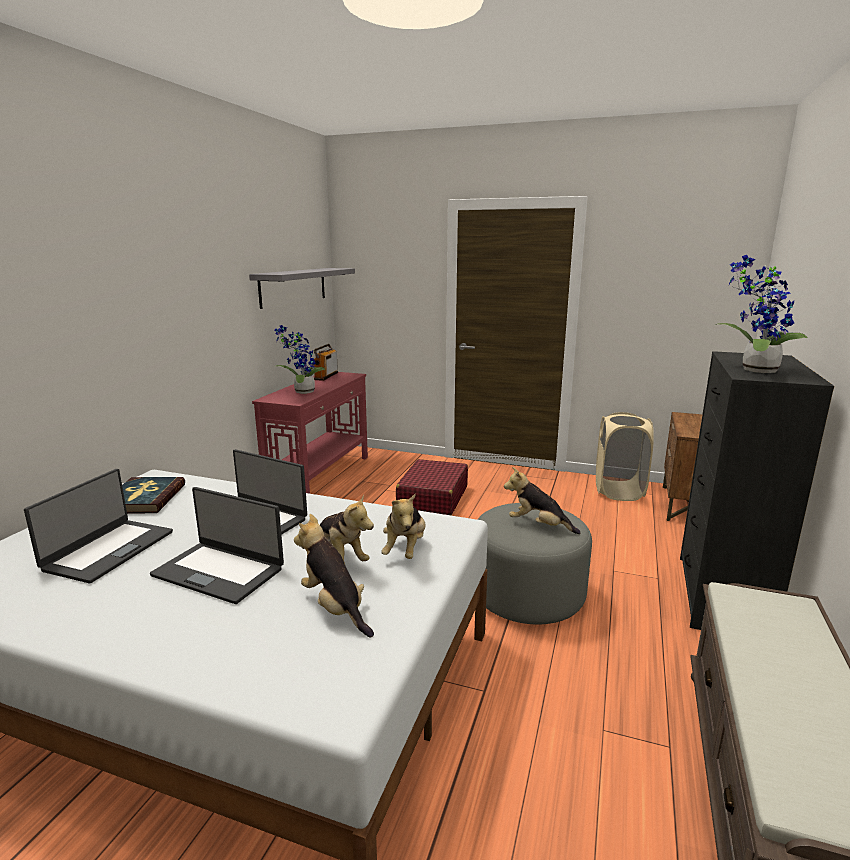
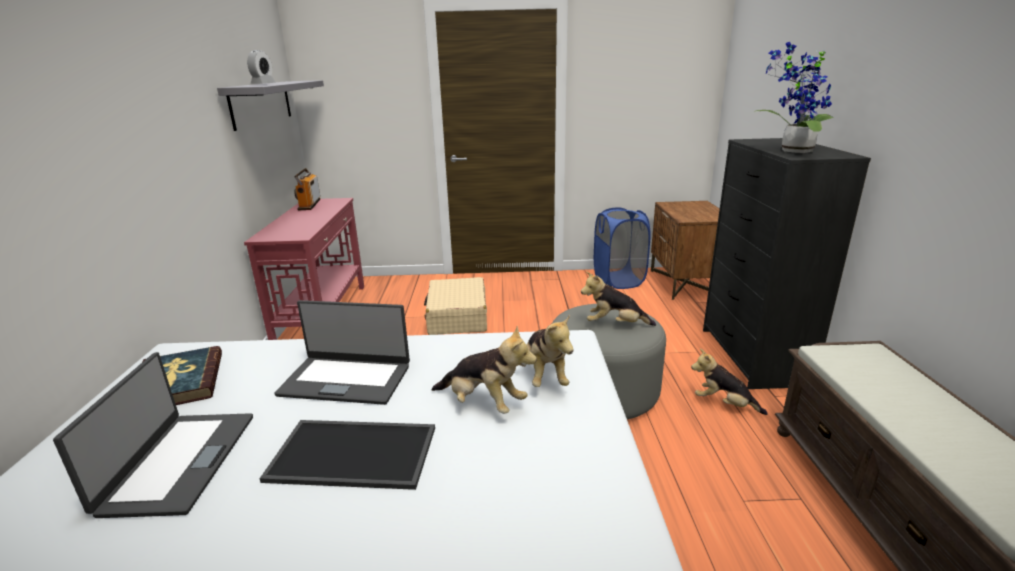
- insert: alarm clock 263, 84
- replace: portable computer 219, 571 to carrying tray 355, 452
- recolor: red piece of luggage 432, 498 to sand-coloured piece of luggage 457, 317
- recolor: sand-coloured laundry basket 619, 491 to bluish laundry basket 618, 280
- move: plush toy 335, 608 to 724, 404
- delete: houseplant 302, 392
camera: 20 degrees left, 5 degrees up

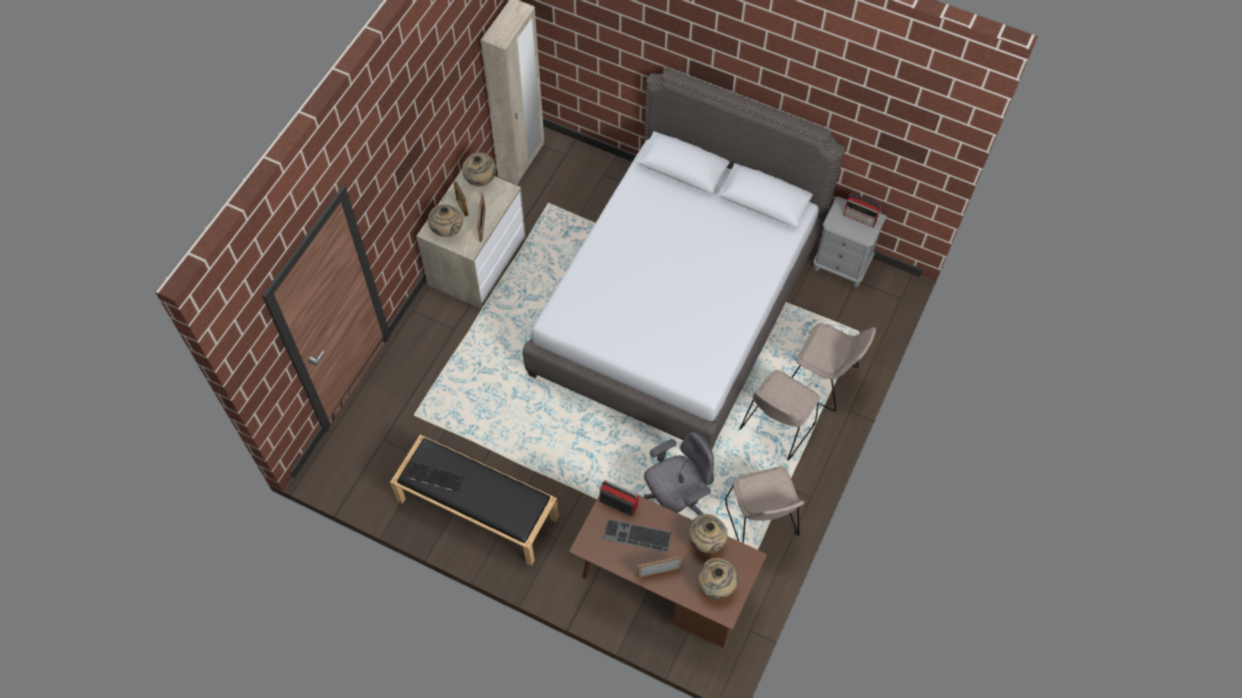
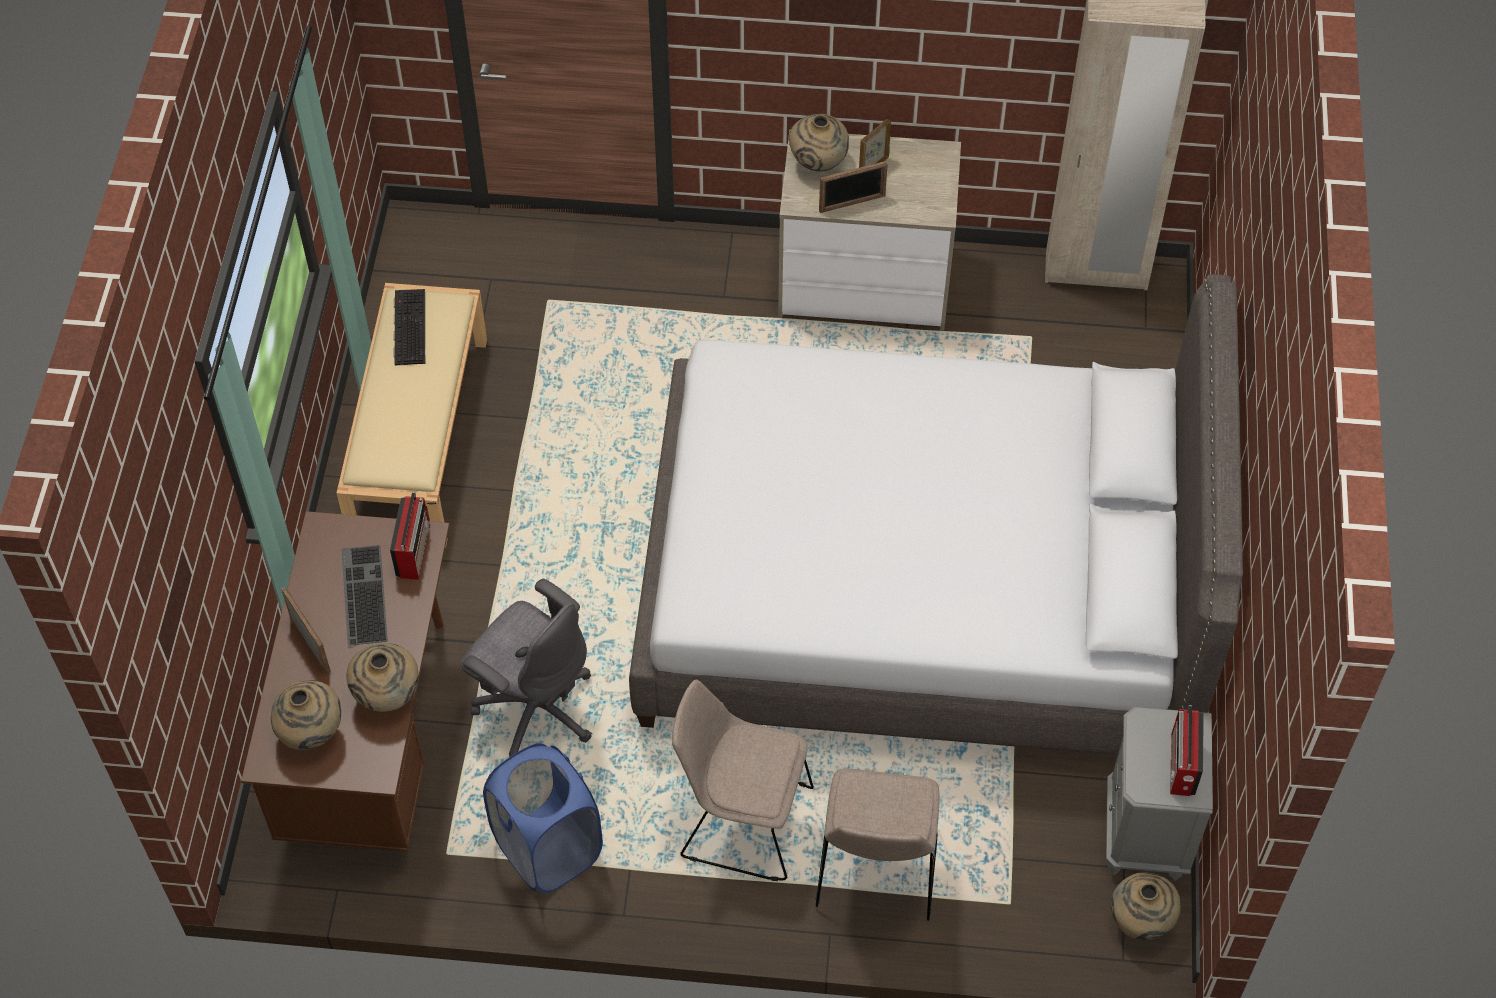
- recolor: black-coloured long seat 476, 509 to sand-coloured long seat 418, 435
- replace: sand-coloured plain chair 761, 521 to bluish laundry basket 547, 849
- move: sand-coloured flower vase 481, 180 to 1140, 922
camera: 70 degrees right, 5 degrees down

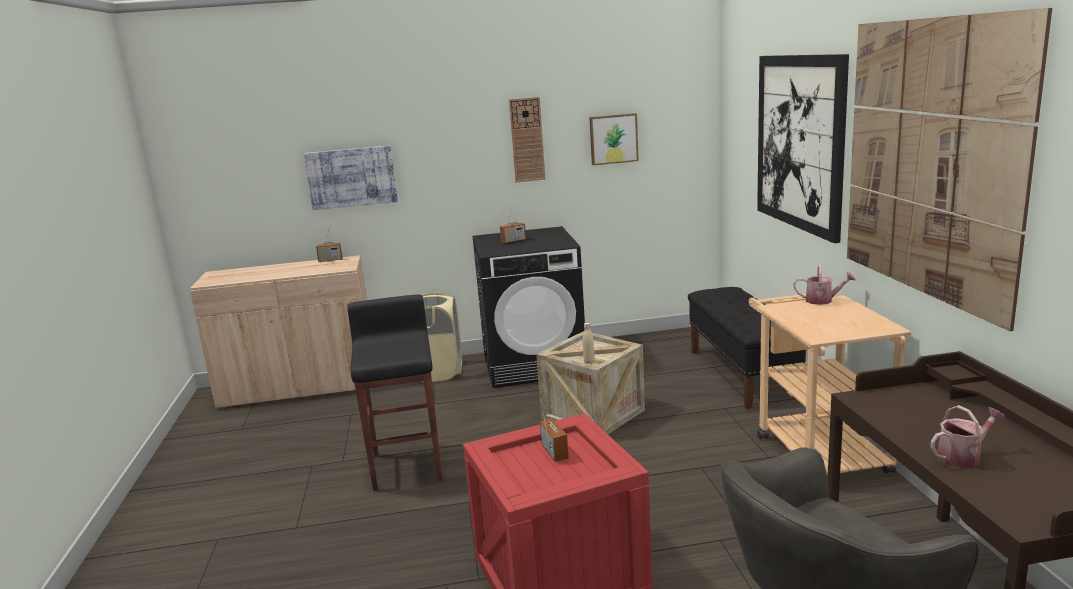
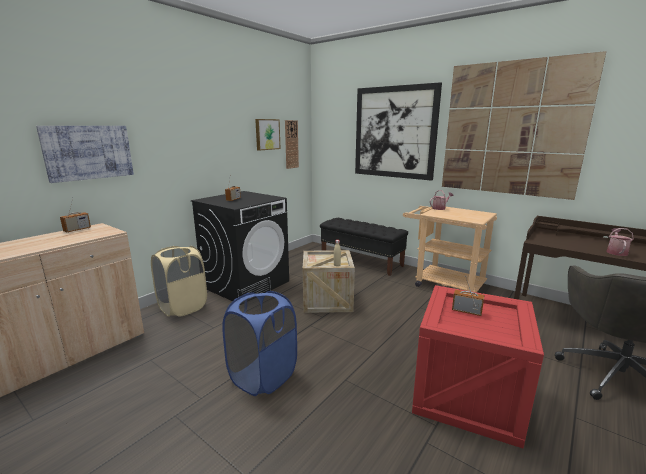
- replace: black-coloured sitting stool 408, 465 to bluish laundry basket 263, 376
- move: hanging clock 527, 140 to 291, 144
camera: 45 degrees left, 0 degrees up

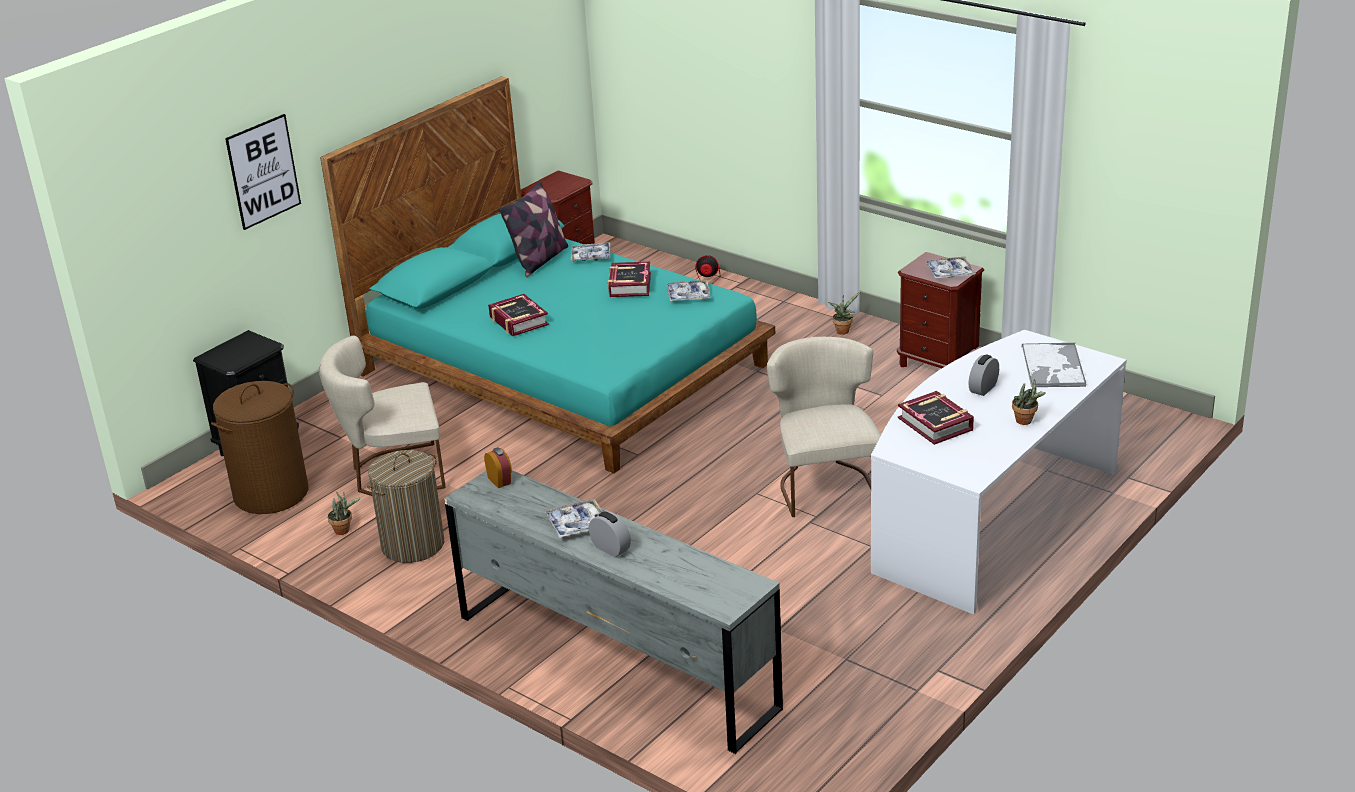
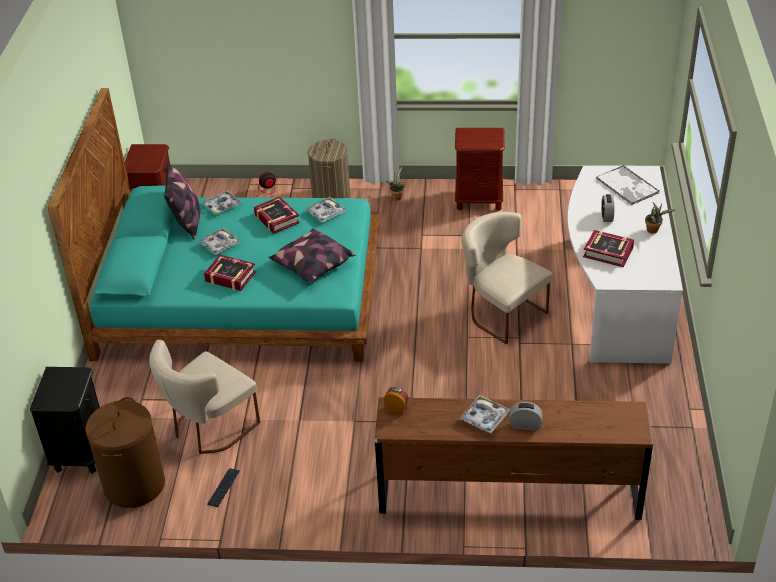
- move: carrying tray 949, 273 to 219, 244
- replace: houseplant 344, 530 to keyboard 223, 488
- insert: pillow 312, 265
- move: laundry basket 413, 545 to 331, 197
- recolor: greyish chest of drawers 615, 661 to brownish chest of drawers 509, 494
- delete: wall art 263, 171
camera: 35 degrees left, 10 degrees up

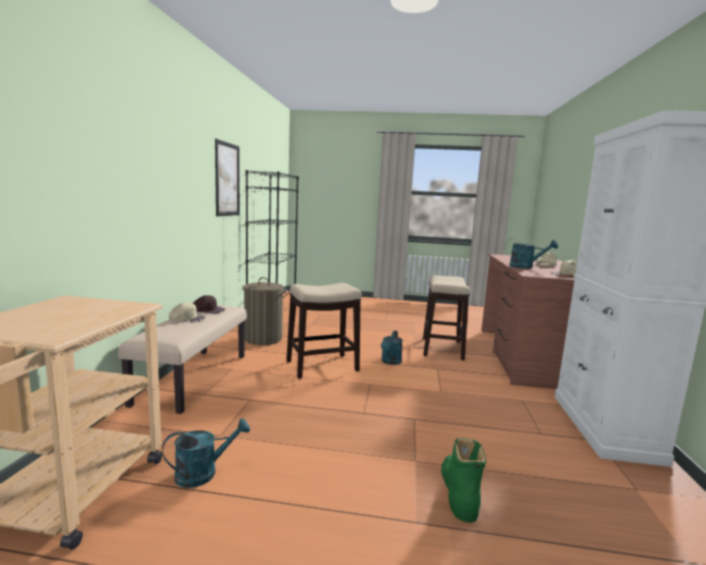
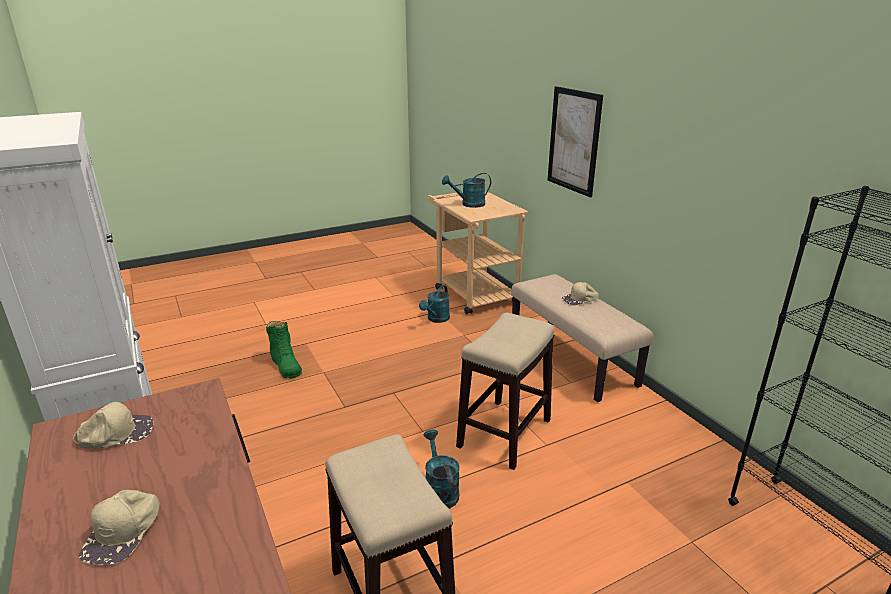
- move: turquoise watering can 525, 267 to 469, 204
- move: wall art 227, 179 to 574, 141
- delete: brownish cap 208, 310
- delete: laundry basket 263, 339
camera: 145 degrees right, 15 degrees up

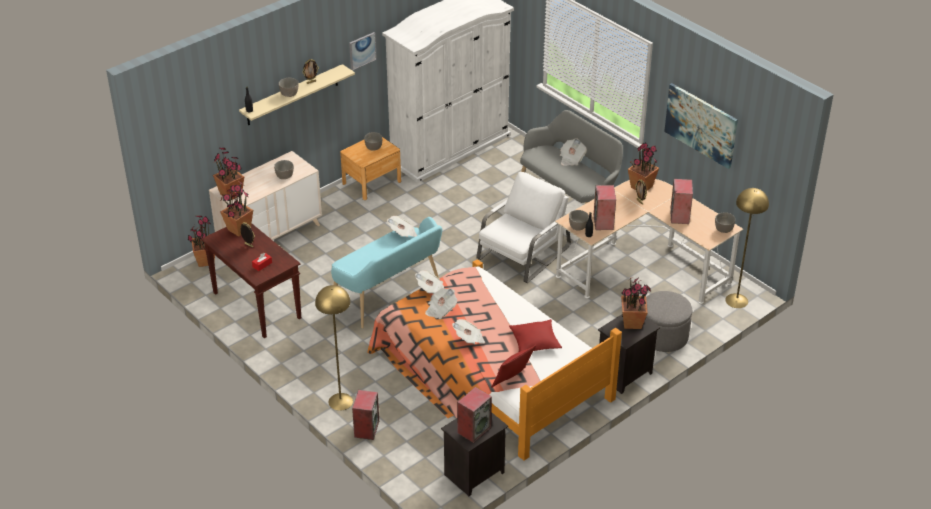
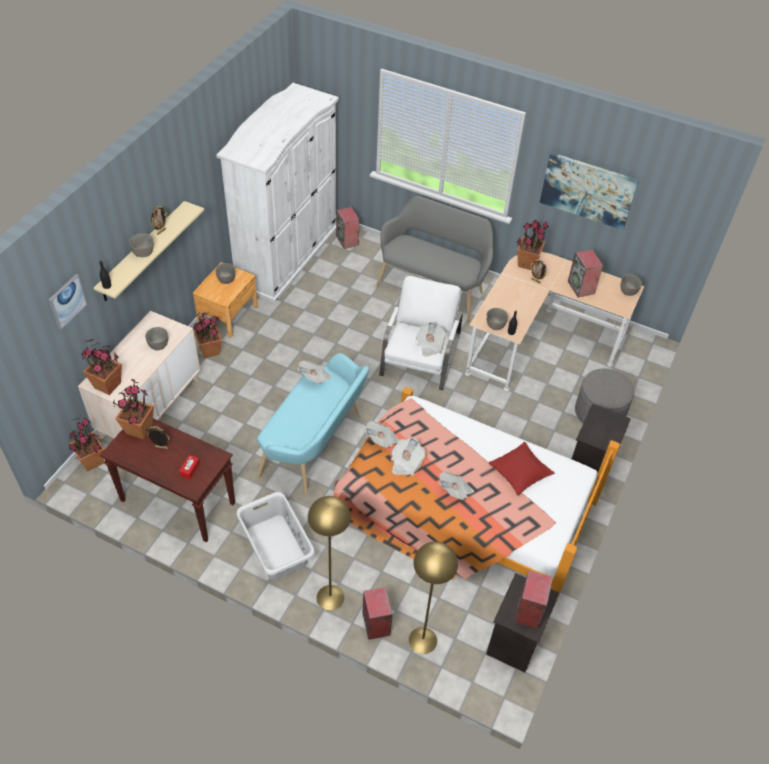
- move: wall art 362, 50 to 67, 301
- move: houseplant 632, 323 to 210, 350
- insert: greyish laundry basket 276, 547
- move: loudspeaker 603, 222 to 348, 240
- move: yellow standard lamp 736, 300 to 422, 640
- move: newspaper 571, 159 to 430, 345
- delete: red pillow 512, 380
camera: 25 degrees left, 10 degrees up

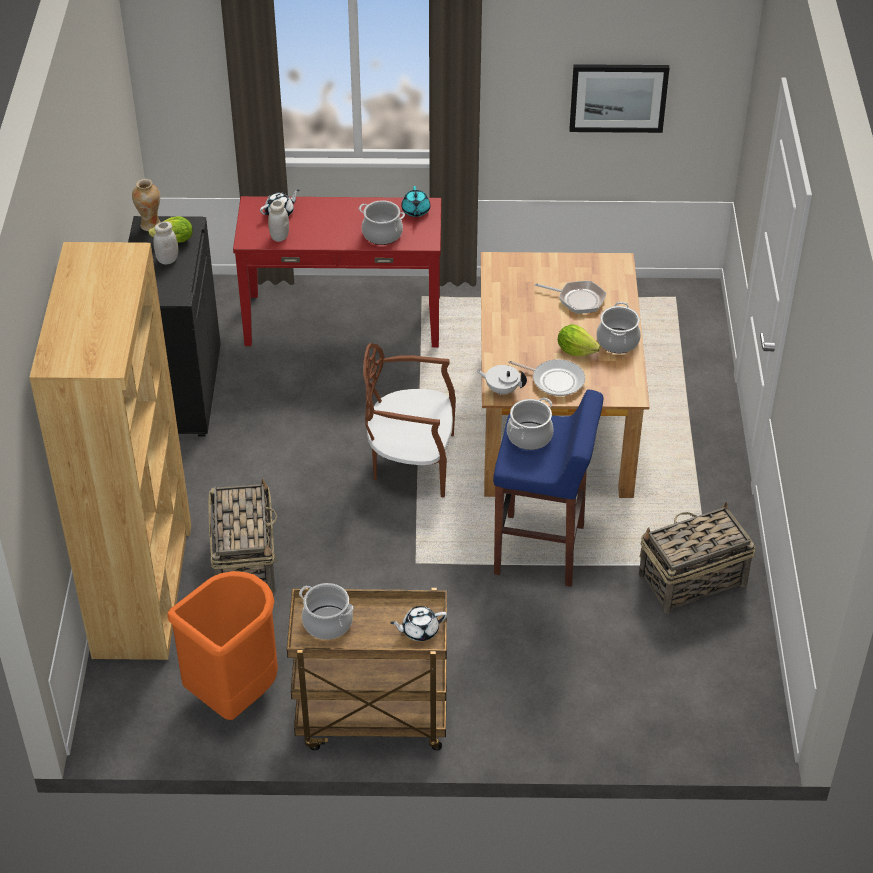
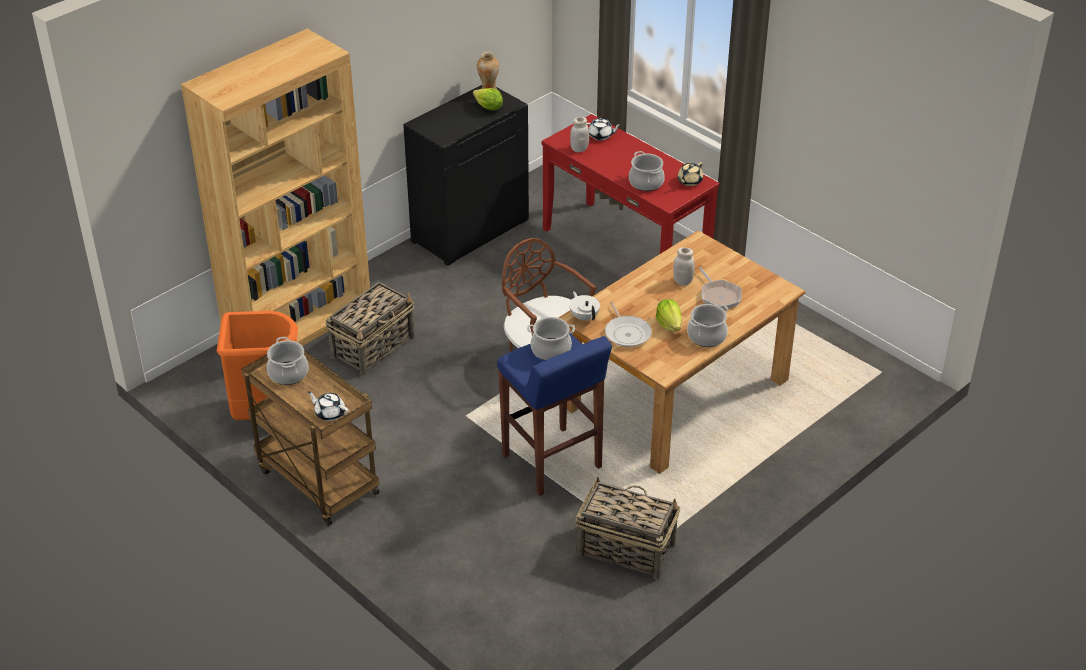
- move: white-coloured preserve jar 167, 260 to 683, 281
- recolor: turquoise pot for tea 415, 211 to sand-coloured pot for tea 689, 181
- delete: wall art 618, 97
camera: 45 degrees right, 5 degrees down

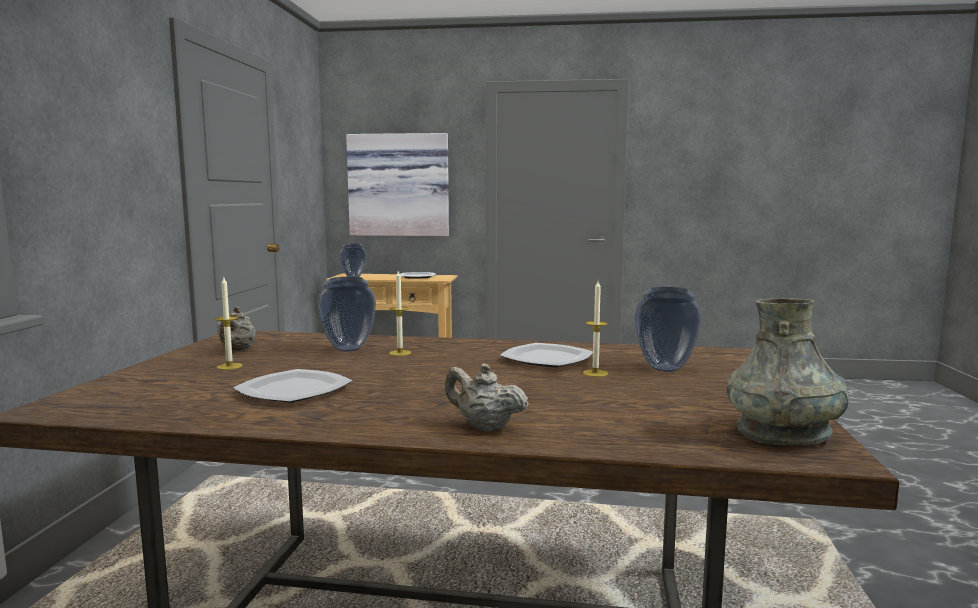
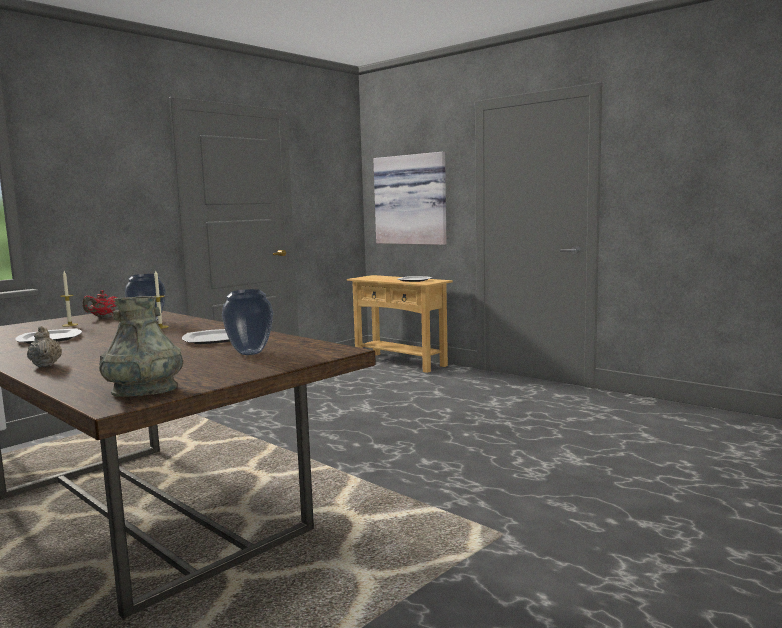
- recolor: sand-coloured pot for tea 238, 350 to red pot for tea 103, 317
- delete: flower vase 353, 276
- delete: wax light 595, 373
camera: 35 degrees right, 0 degrees up

